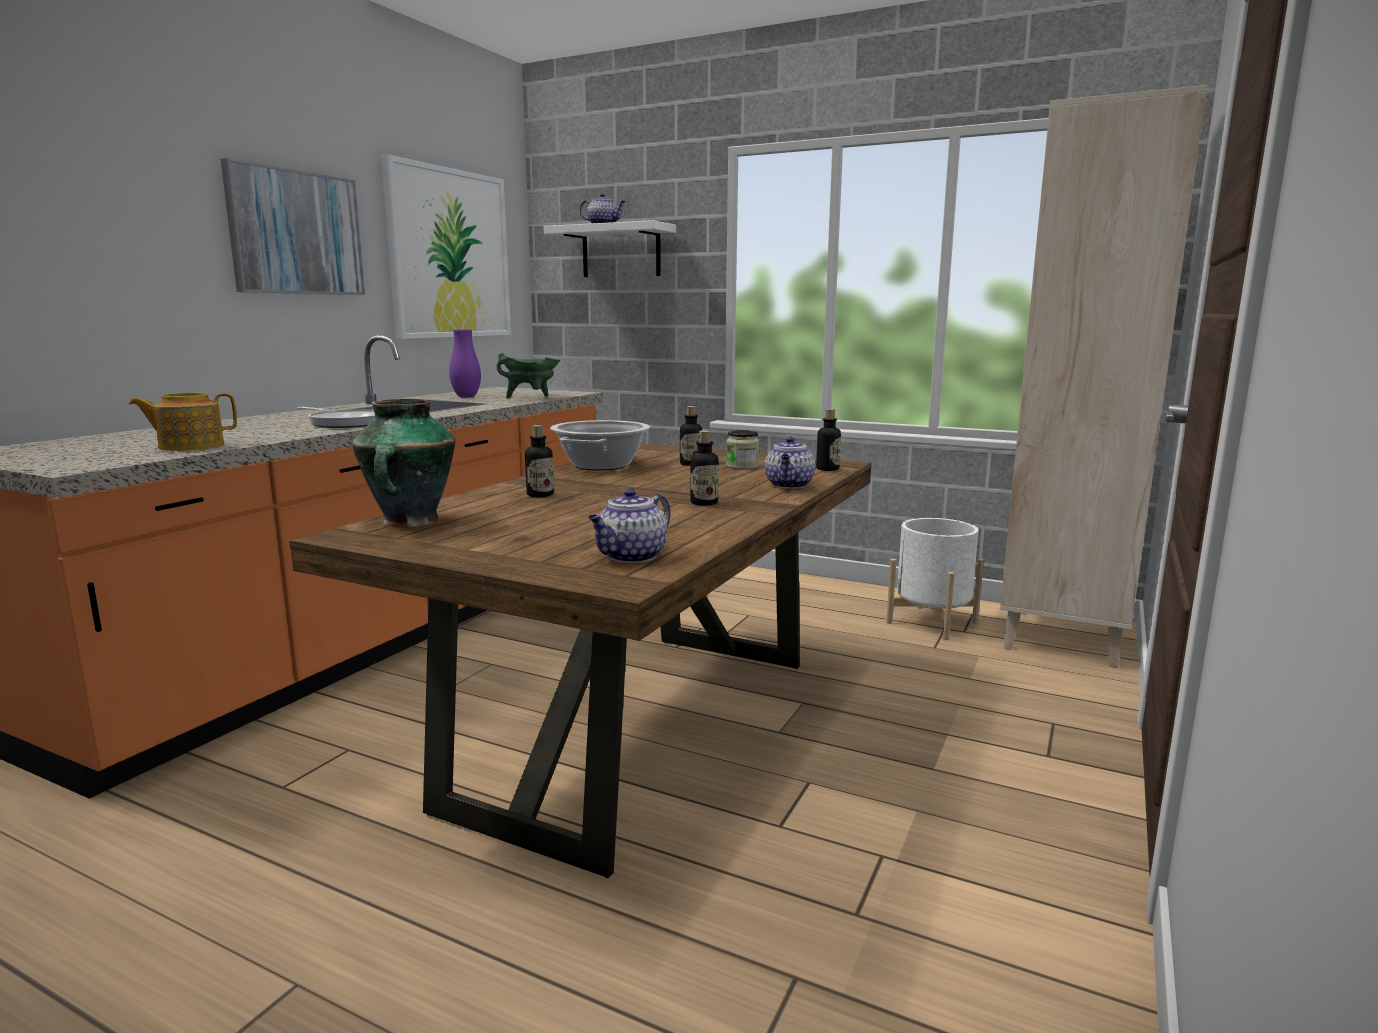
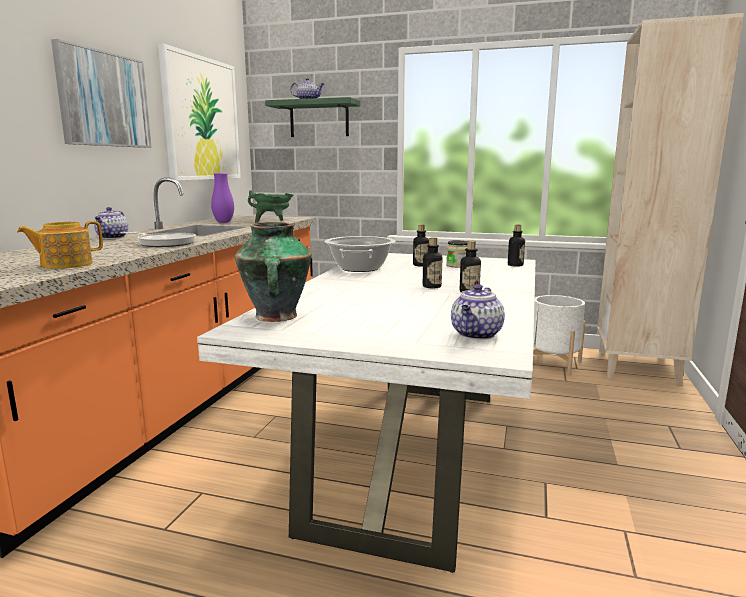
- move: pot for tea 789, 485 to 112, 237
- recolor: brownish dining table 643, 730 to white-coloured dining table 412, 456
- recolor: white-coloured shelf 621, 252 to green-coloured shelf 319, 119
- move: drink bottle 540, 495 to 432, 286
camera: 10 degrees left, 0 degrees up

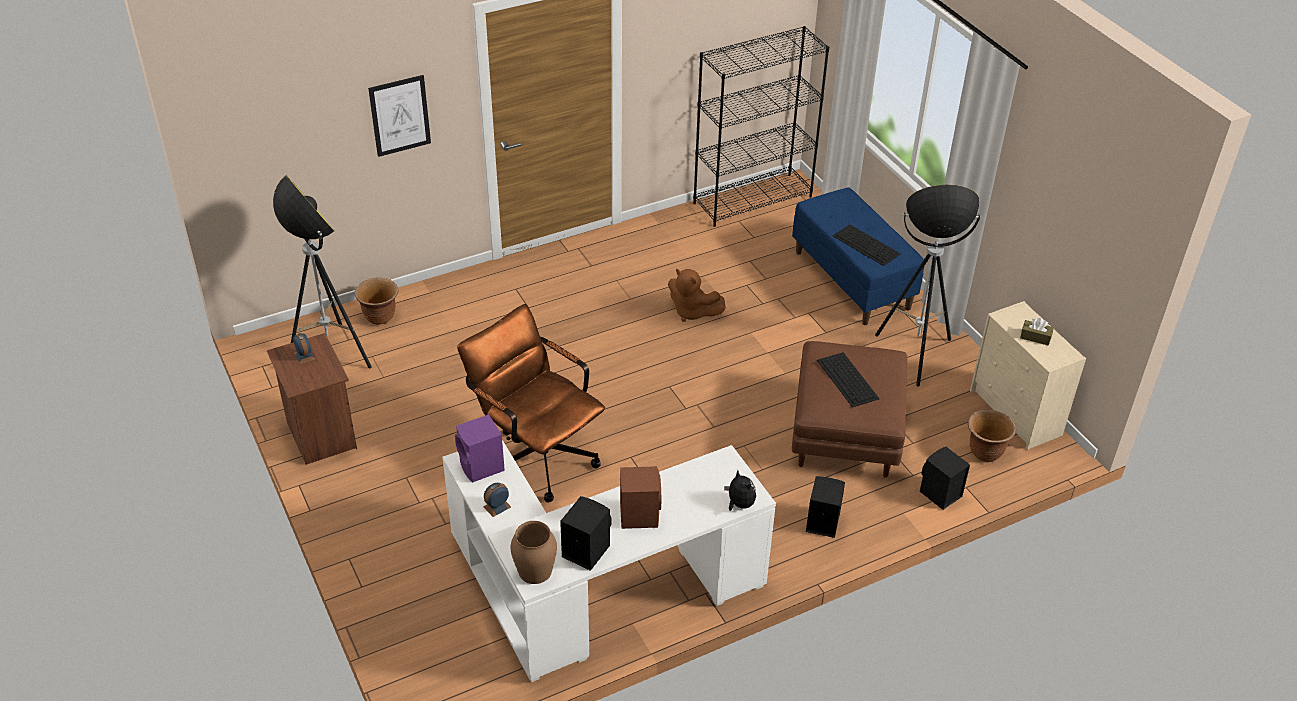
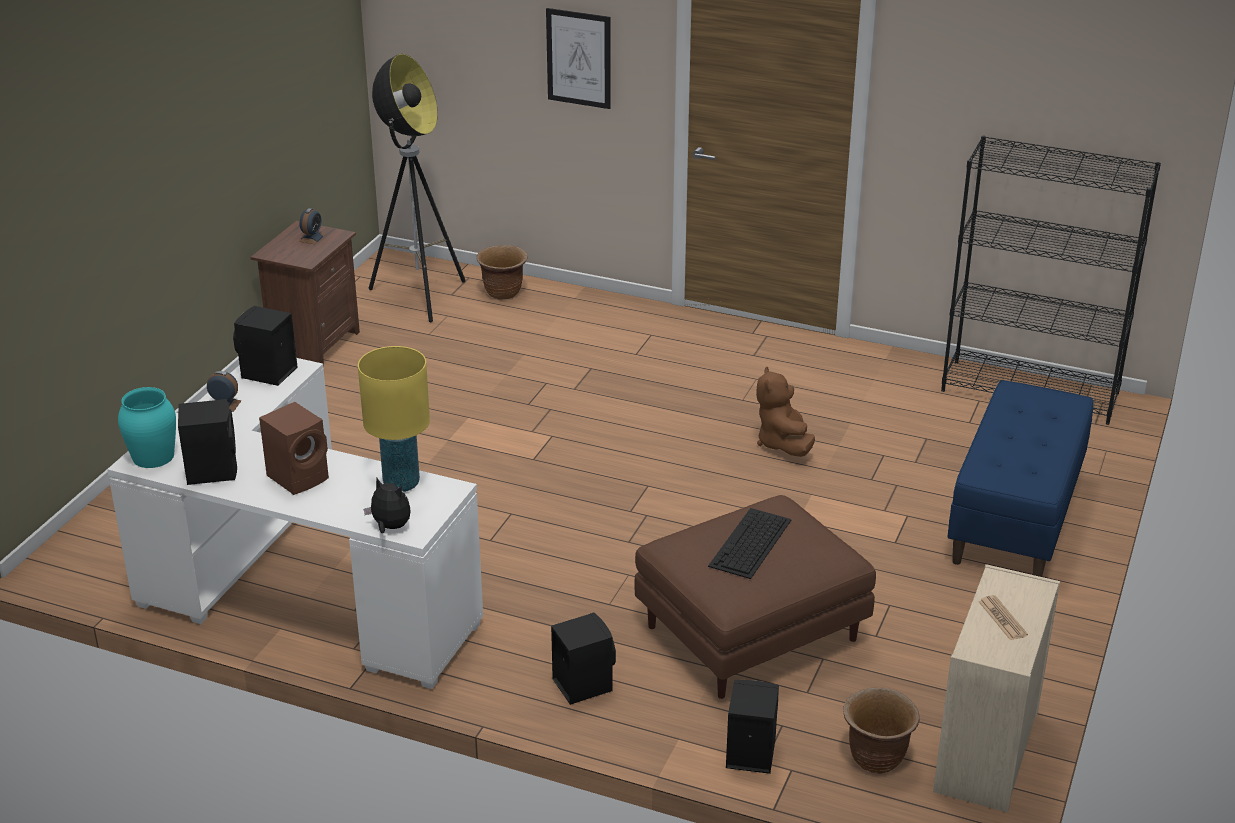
- recolor: brownish flower vase 534, 570 to turquoise flower vase 153, 456
- recolor: purple loudspeaker 482, 468 to black-coloured loudspeaker 267, 374
- insert: yellow tabletop lamp 401, 484
- rotate: plush toy 739, 504 = 390, 527 75 degrees counterclockwise
- replace: brownish tissue holder 1035, 337 to newspaper 1002, 618
- delete: brownish computer chair 536, 454
- delete: keyboard 867, 245
- delete: standard lamp 914, 355
camera: 50 degrees right, 10 degrees down

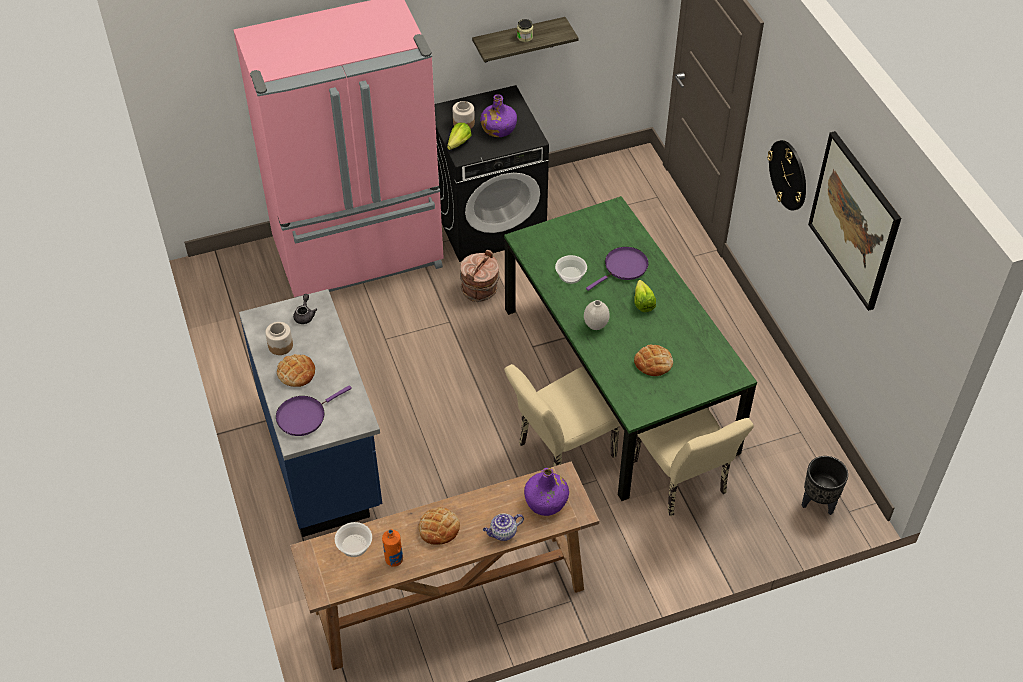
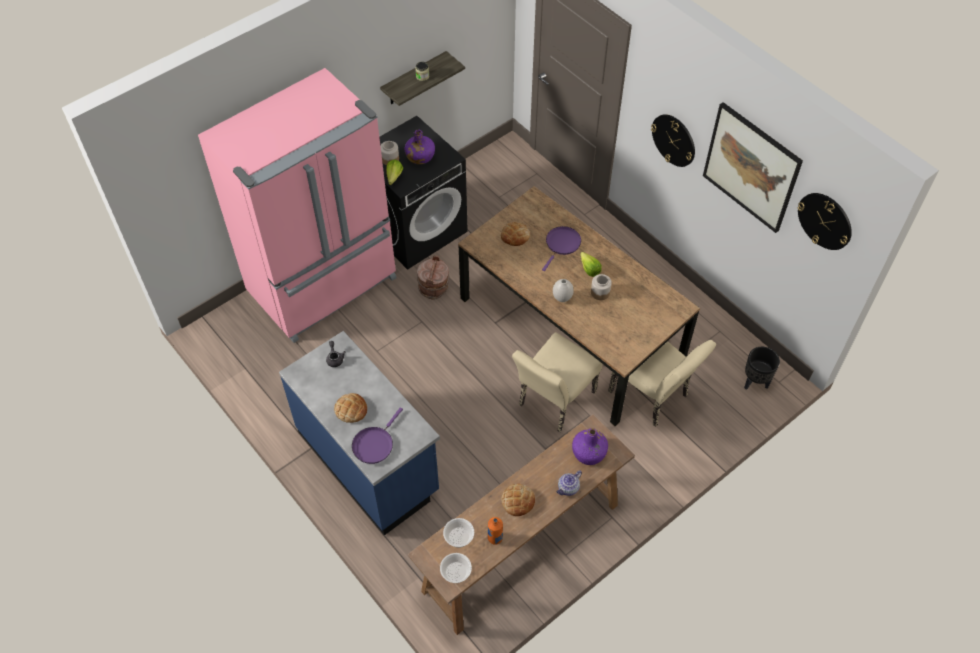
- move: serving bowl 571, 274 to 456, 572
- recolor: green-coloured dining table 619, 379 to brownish dining table 571, 329
- move: baked bread 653, 363 to 515, 236
- move: preserve jar 280, 345 to 600, 292
- insert: hanging clock 825, 221
camera: 20 degrees left, 5 degrees up

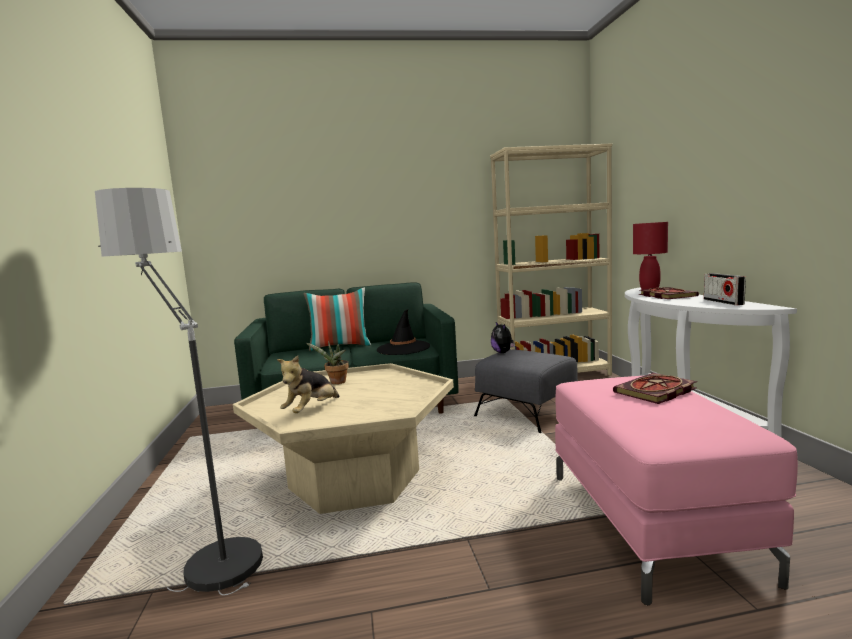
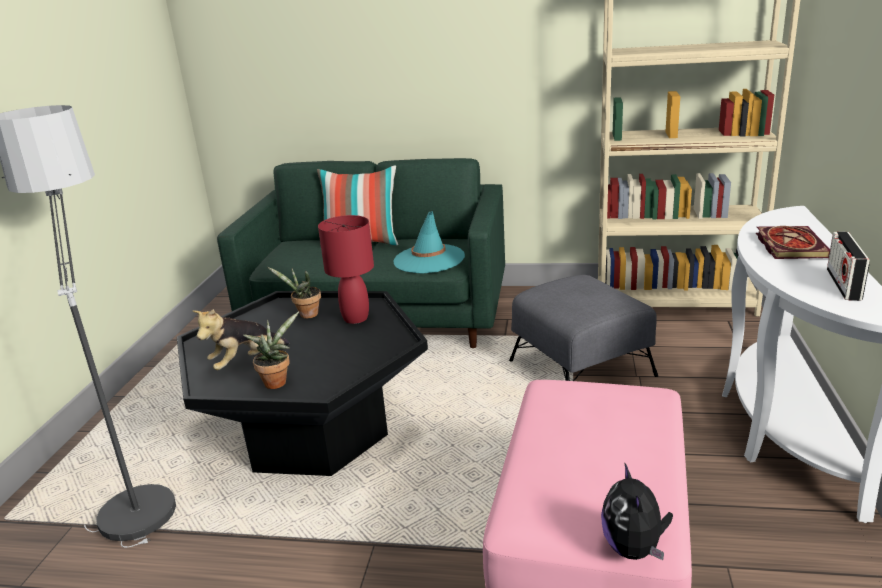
- recolor: sand-coloured low table 355, 479 to black-coloured low table 314, 432
- insert: houseplant 277, 381
- move: red tabletop lamp 649, 289 to 355, 318
- recolor: black-coloured clothing hat 403, 348 to turquoise clothing hat 429, 259
- move: plush toy 503, 352 to 634, 548
- delete: volume 655, 392
camera: 20 degrees right, 15 degrees up

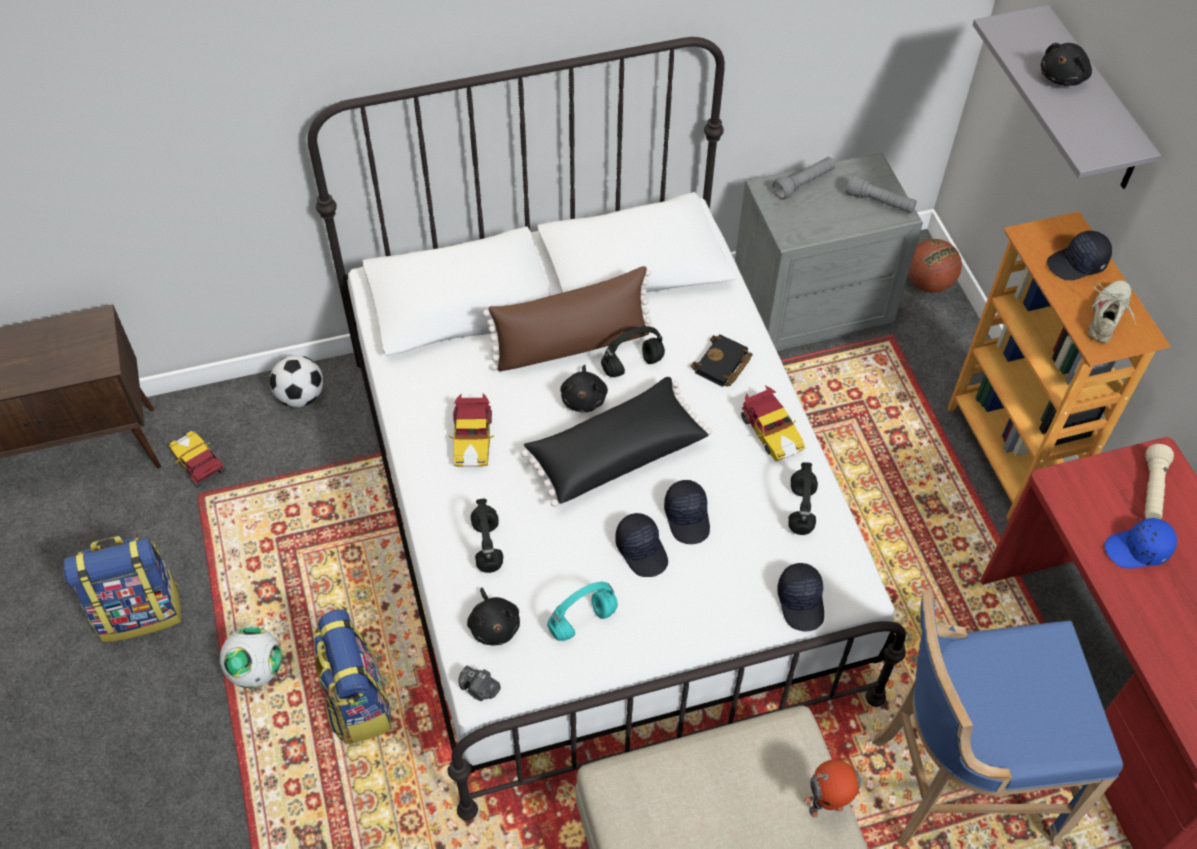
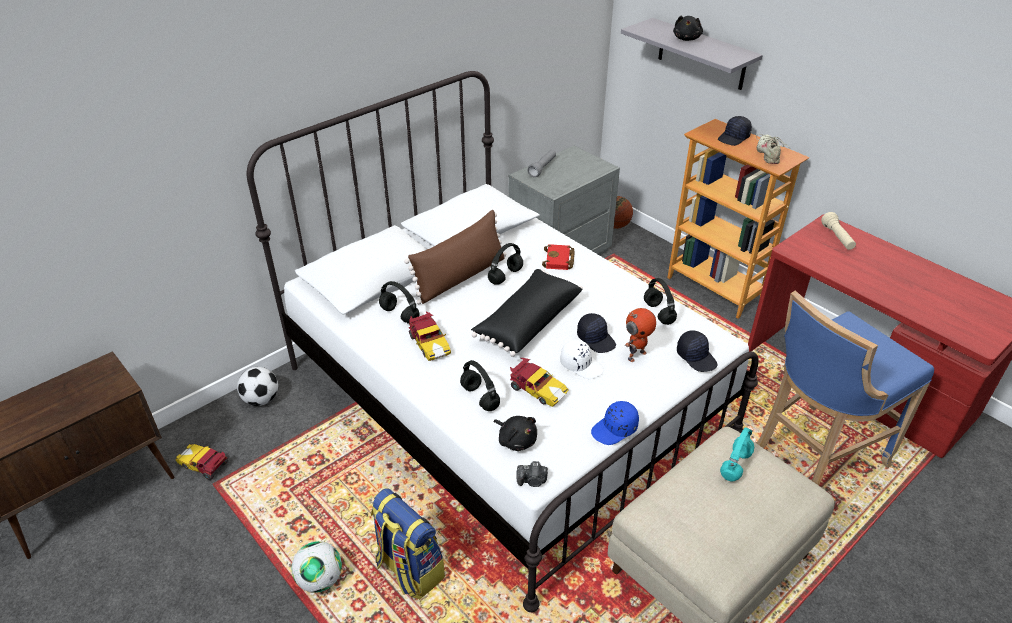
- insert: black-coloured pair of headphones 399, 315
- move: toy car 770, 431 to 537, 389
- recolor: black-coloured volume 722, 366 to red volume 559, 260
- recolor: black-coloured cap 642, 550 to white-coloured cap 581, 365
- move: bluish cap 1138, 550 to 615, 429
- move: robot figure 825, 806 to 636, 355
- move: turquoise pair of headphones 582, 622 to 735, 466
- delete: knapsack 140, 611
- delete: black-coloured plush toy 584, 398
- delete: greyish flashlight 879, 202
camera: 25 degrees left, 15 degrees down

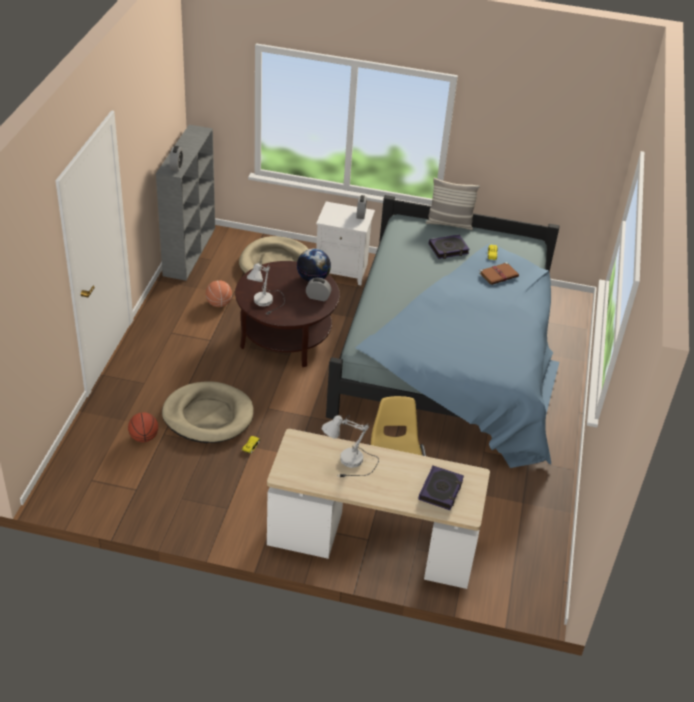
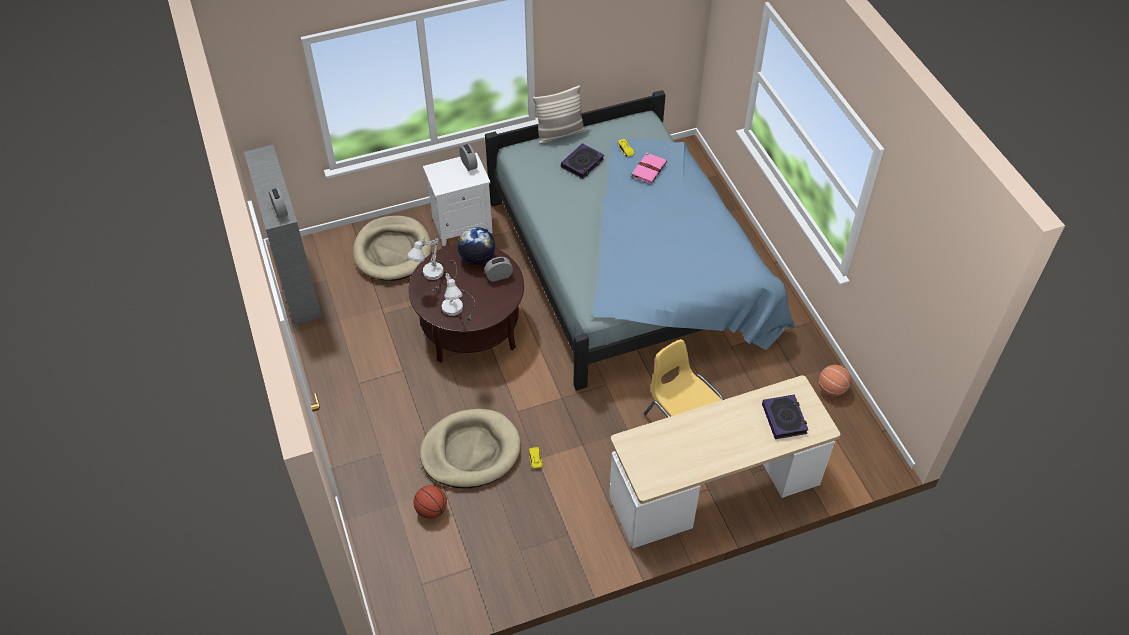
- move: white-coloured tabletop lamp 350, 465 to 436, 277
- recolor: brownish volume 499, 275 to pink-coloured volume 649, 169
- move: basketball 219, 303 to 831, 389
camera: 30 degrees left, 10 degrees up

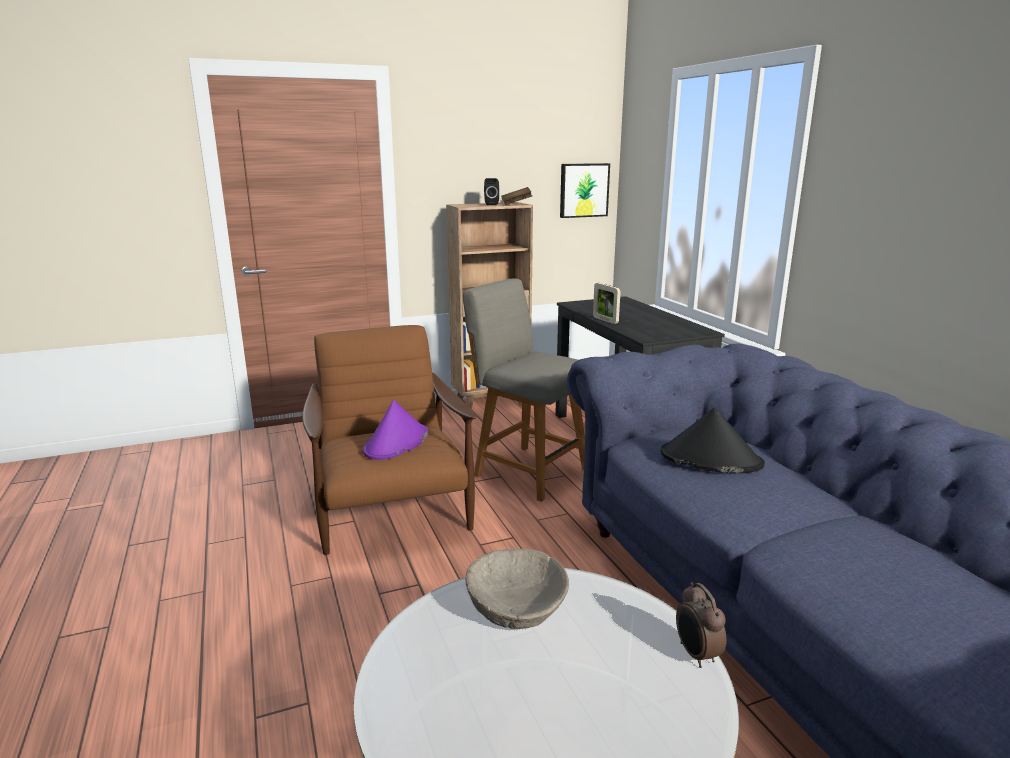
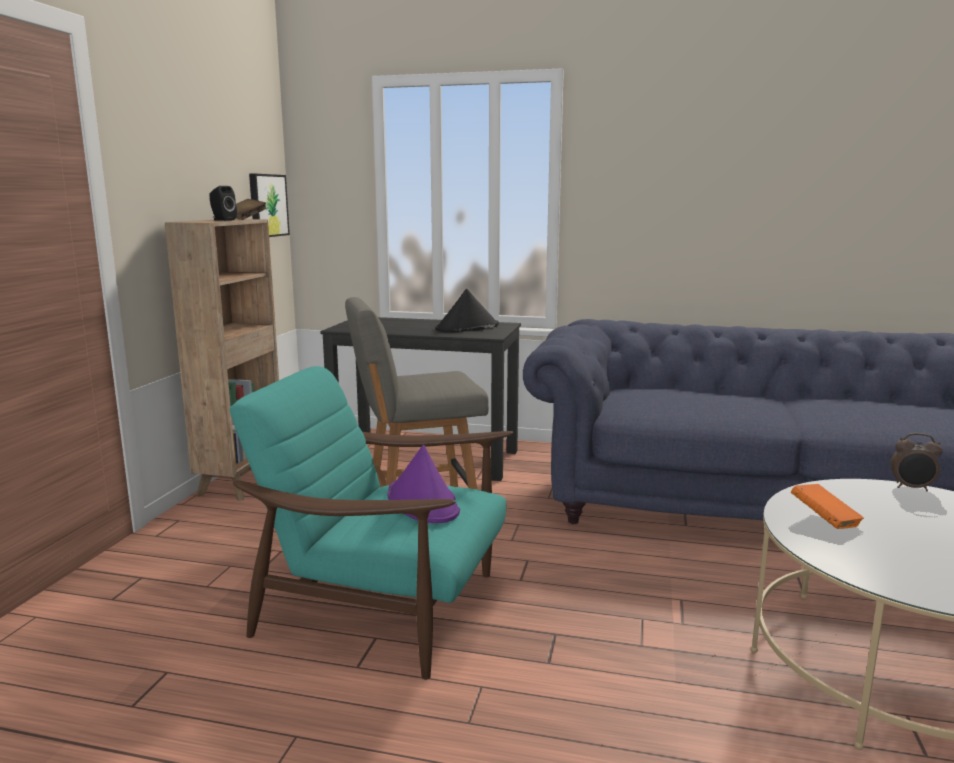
- recolor: brownish armchair 391, 509 to turquoise armchair 384, 606
- move: black-coloured clothing hat 710, 459 to 467, 327
- replace: sand-coloured serving bowl 516, 604 to orangey volume 824, 520
- delete: picture frame 605, 320
camera: 55 degrees left, 5 degrees down

